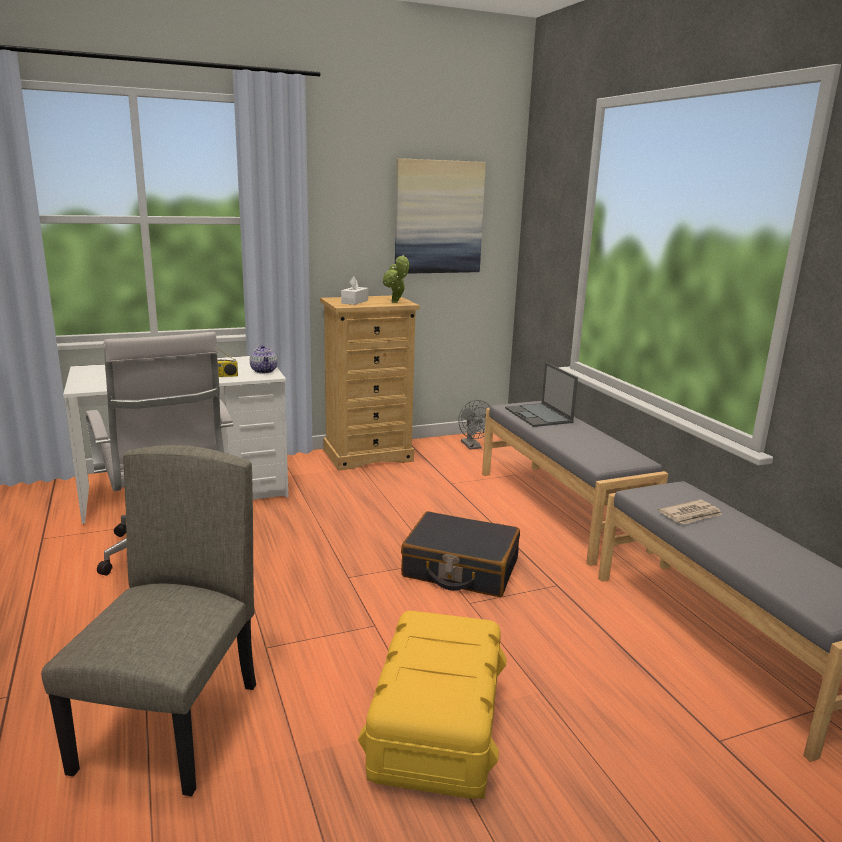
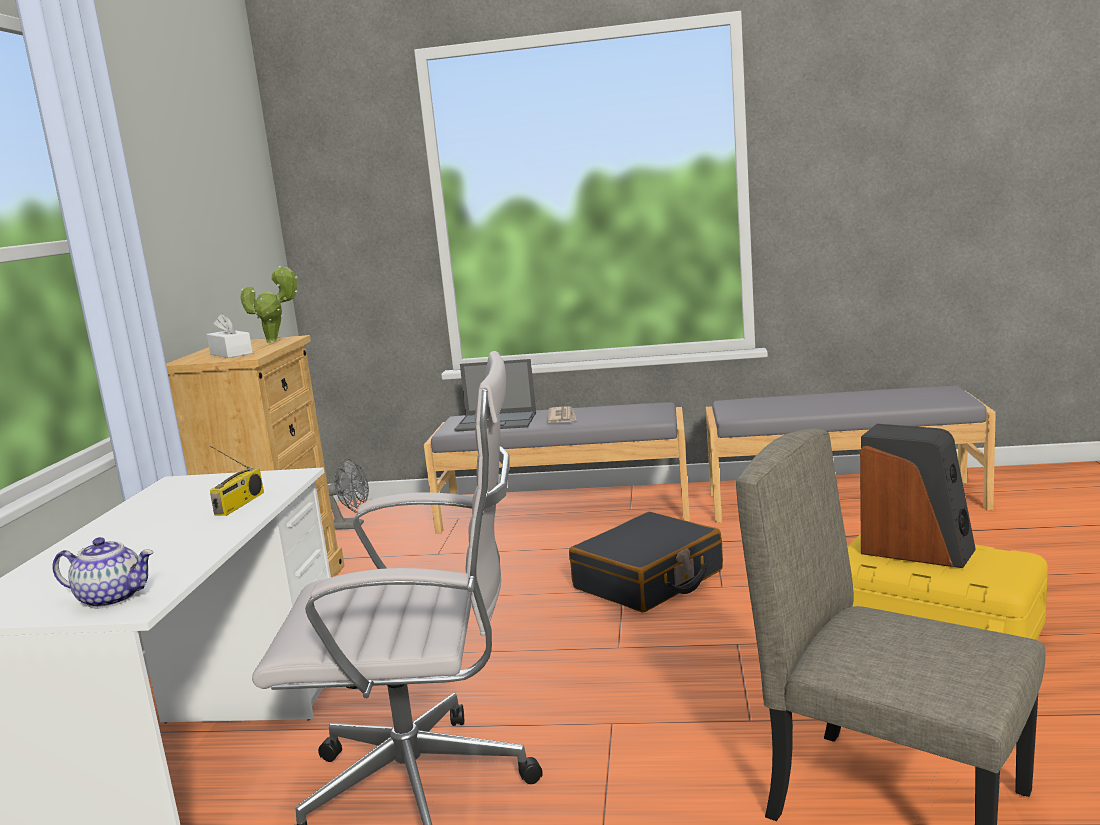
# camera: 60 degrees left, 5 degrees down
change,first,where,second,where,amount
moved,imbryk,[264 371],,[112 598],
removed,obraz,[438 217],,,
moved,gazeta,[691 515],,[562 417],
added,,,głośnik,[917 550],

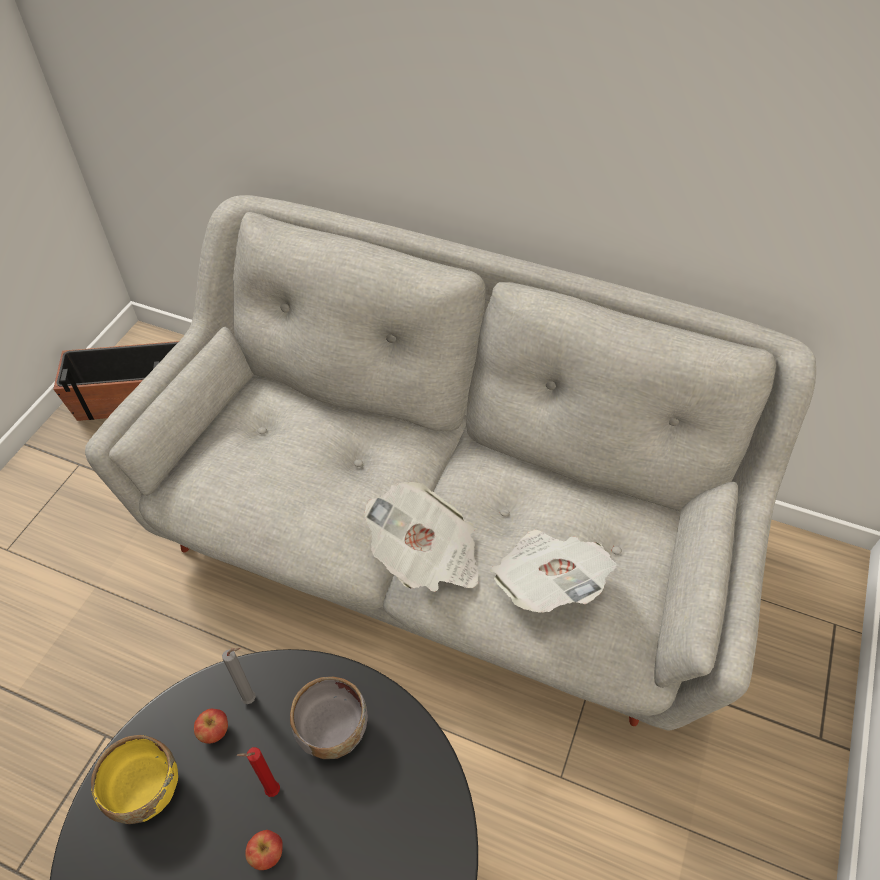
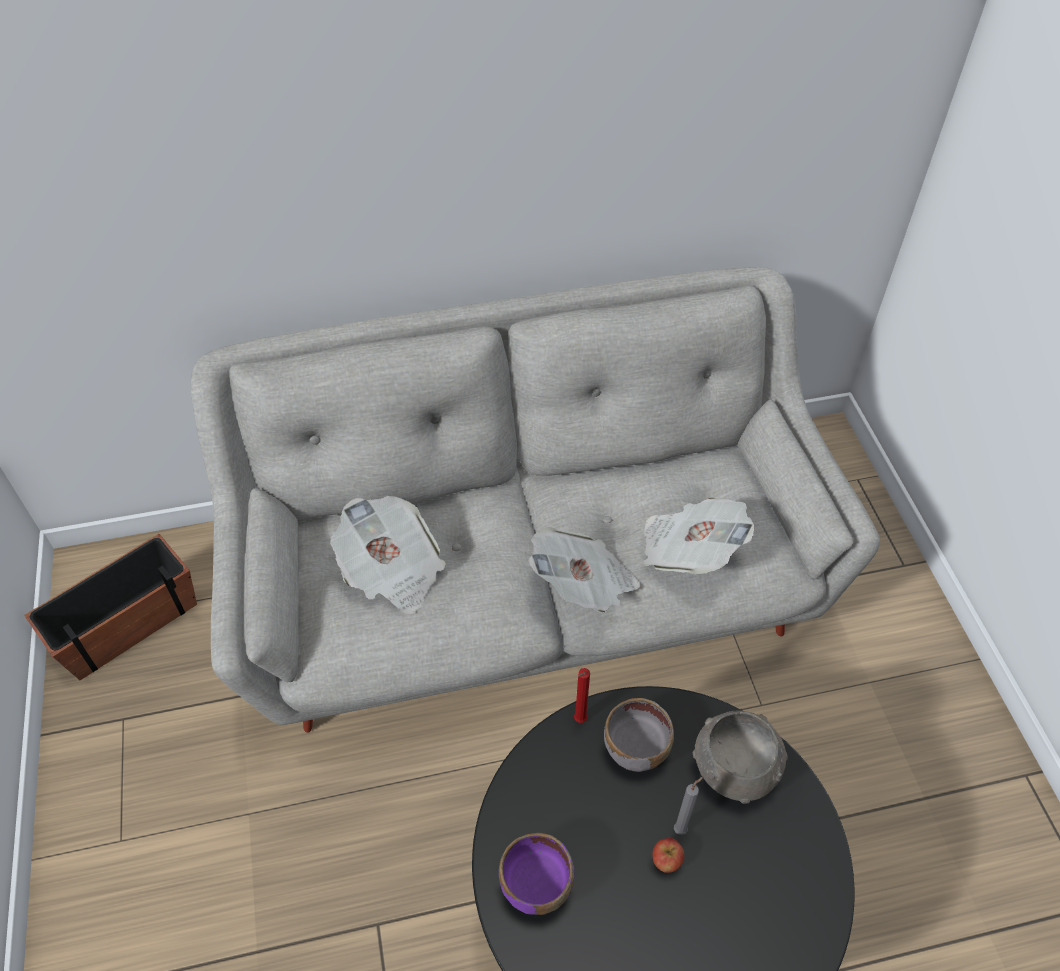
# camera: 35 degrees left, 0 degrees up
change,first,where,second,where,amount
recoloured,miska [żółty],[145 790],miska [fioletowy],[535 885],
removed,jabłko,[214 731],,,
moved,świeca [szary],[252 699],,[682 829],
moved,świeca [czerwony],[270 791],,[579 721],
added,,,gazeta,[392 571],
added,,,miska [szary],[735 767],

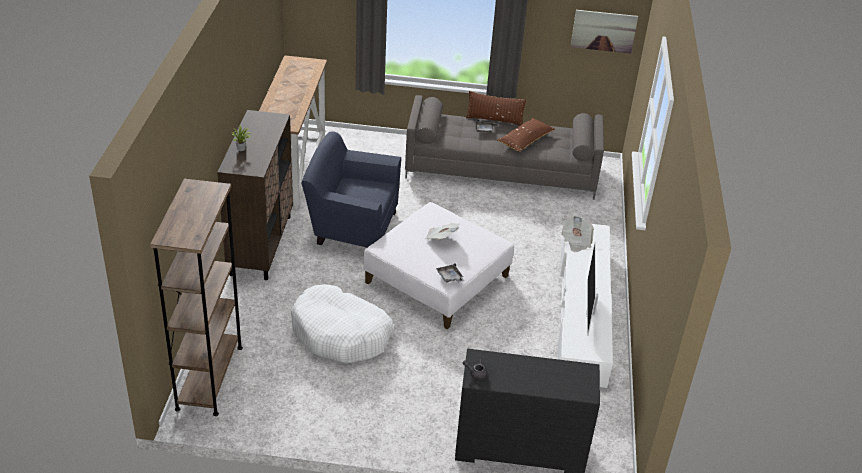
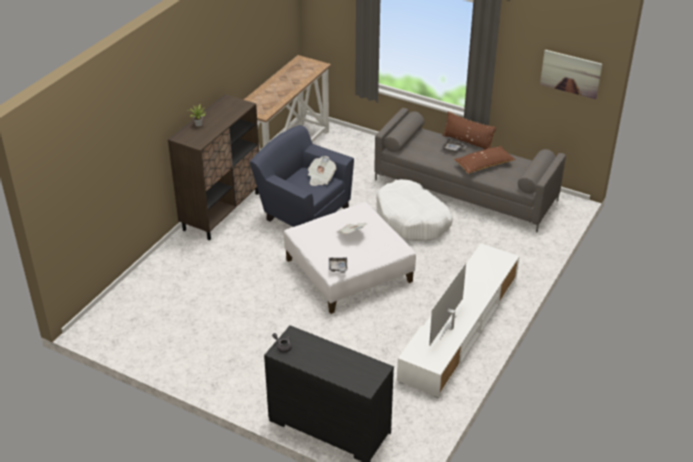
# camera: 25 degrees right, 0 degrees up
change,first,where,second,where,amount
removed,regał [brązowy],[209 377],,,
moved,legowisko [biały],[341 334],,[412 220],
moved,gazeta,[576 241],,[320 178],

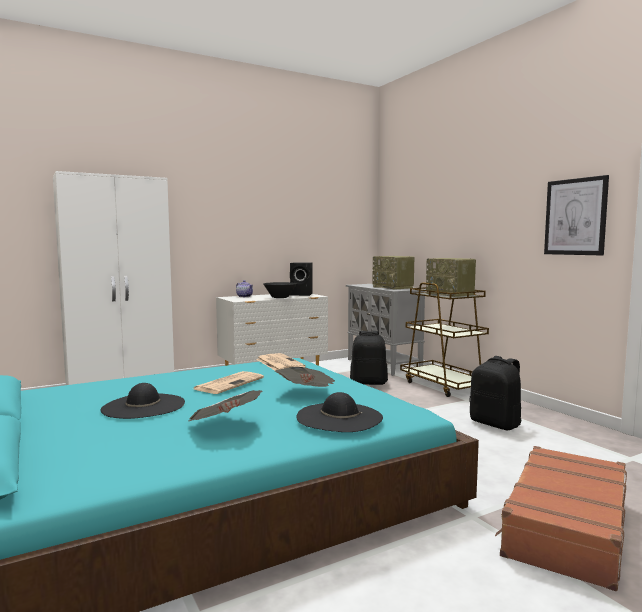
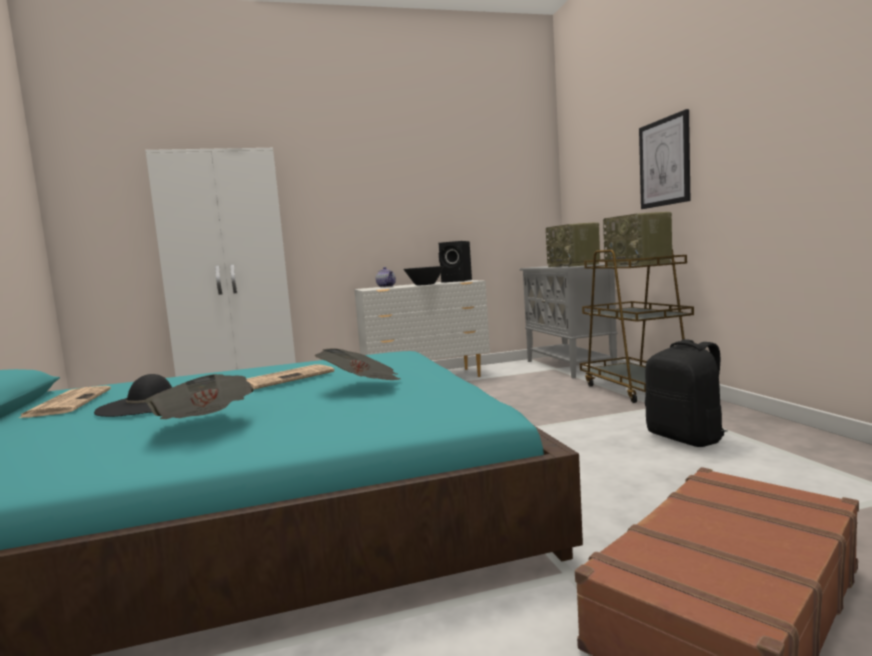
# camera: 15 degrees right, 0 degrees up
change,first,where,second,where,amount
moved,gazeta,[279 363],,[67 403],
removed,kapelusz [czarny],[339 417],,,
removed,plecak [czarny],[369 382],,,
moved,obraz,[575 217],,[664 162],

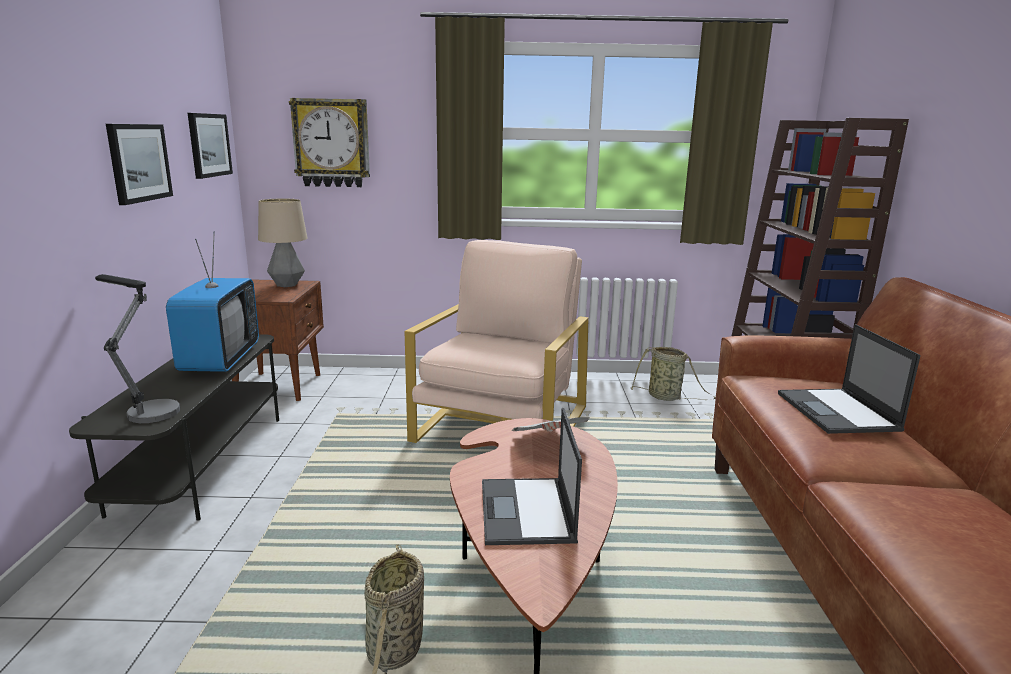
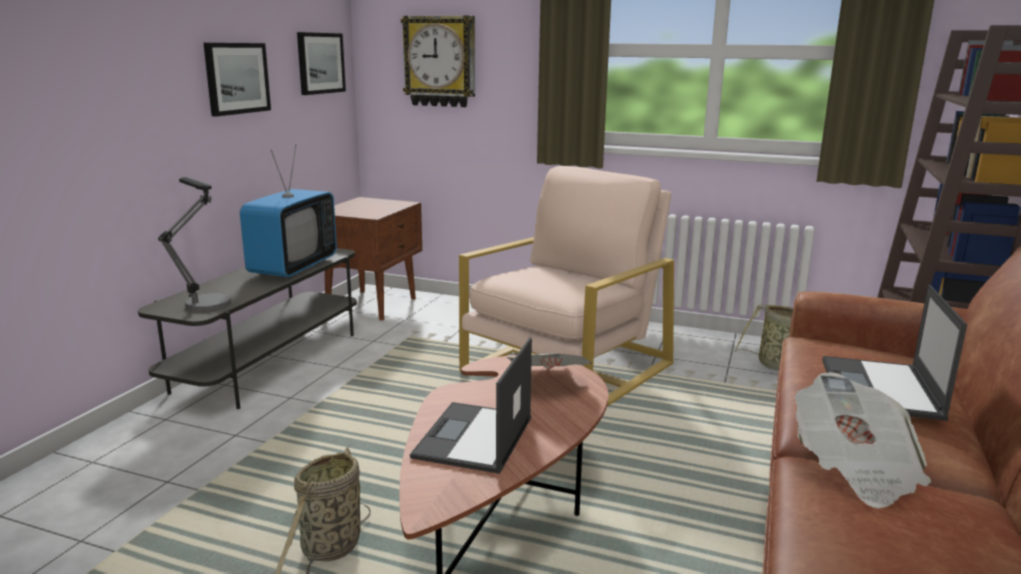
# camera: 20 degrees right, 0 degrees up
change,first,where,second,where,amount
removed,lampa stołowa,[287 285],,,
added,,,gazeta,[855 469],

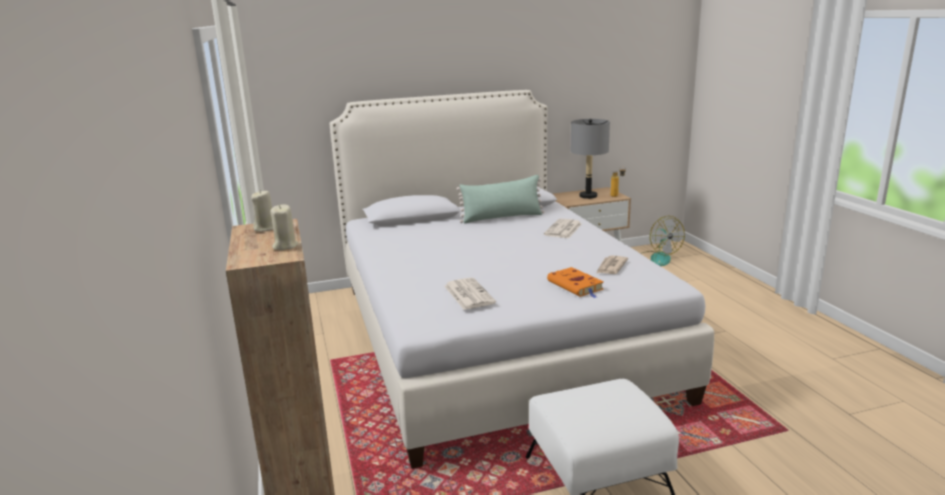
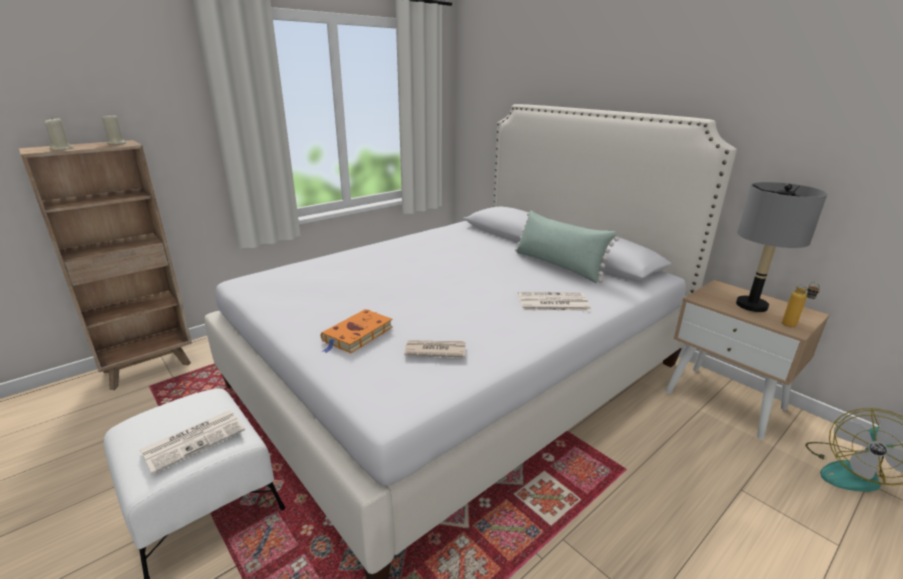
# camera: 65 degrees right, 5 degrees up
change,first,where,second,where,amount
moved,gazeta,[468 294],,[195 439],

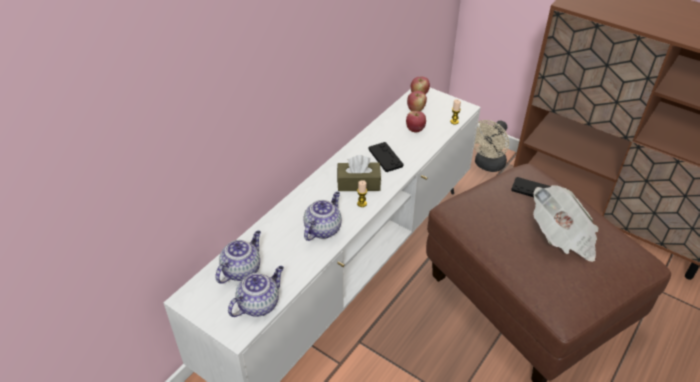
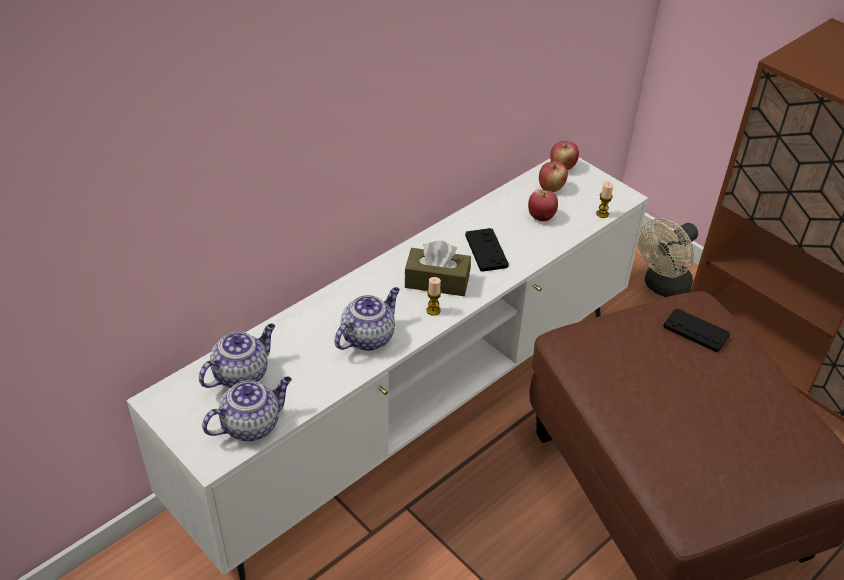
# camera: 10 degrees right, 0 degrees up
change,first,where,second,where,amount
removed,gazeta,[562 237],,,

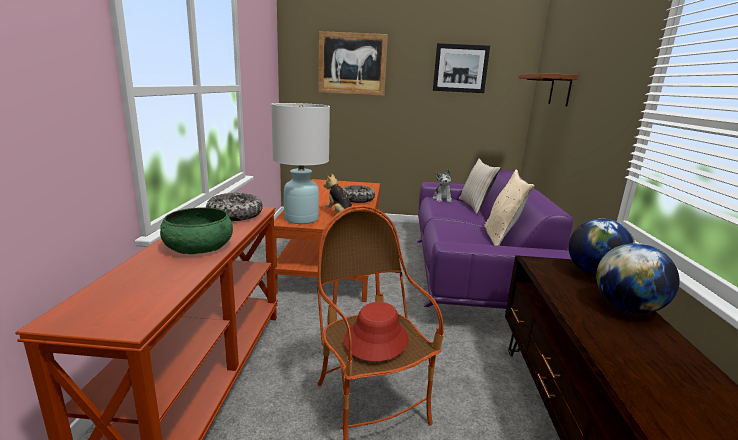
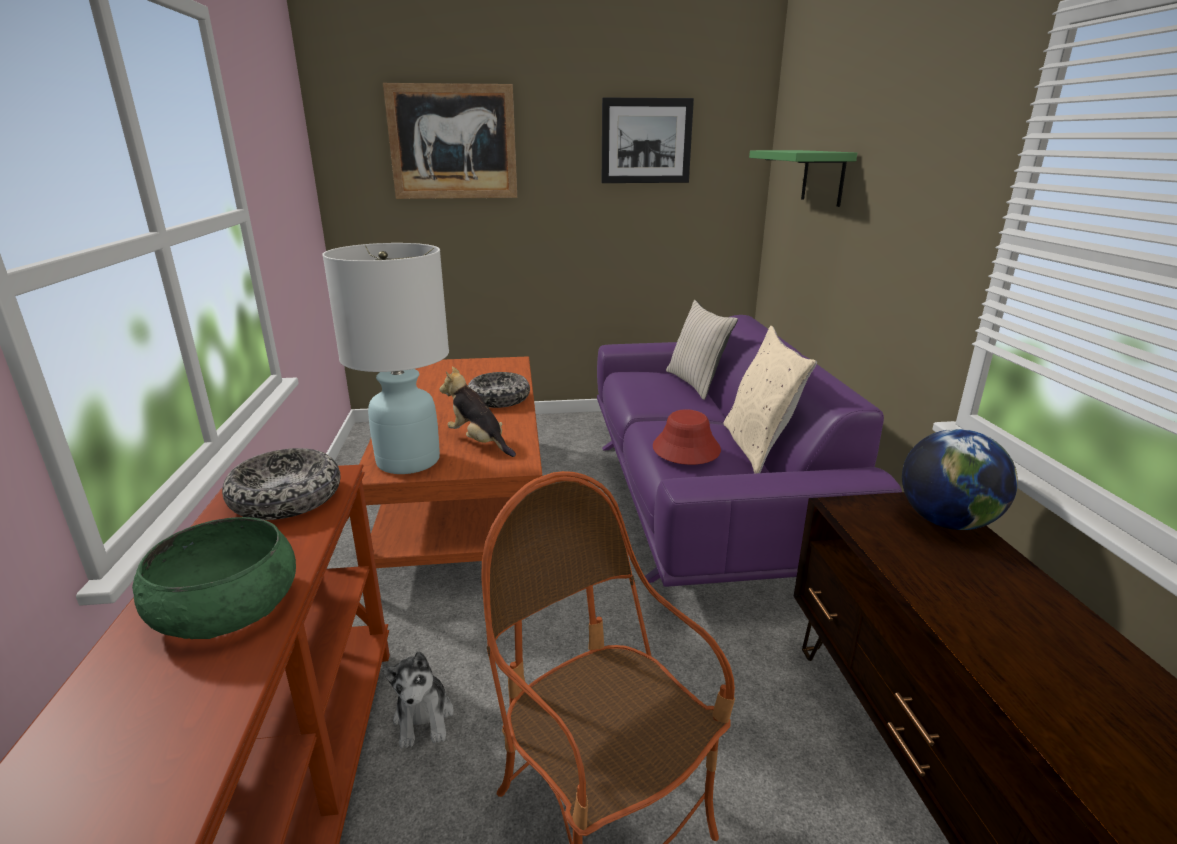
# camera: 10 degrees left, 5 degrees up
change,first,where,second,where,amount
moved,kapelusz [czerwony],[376 339],,[685 449],
moved,pluszak,[442 199],,[424 718],
recoloured,półka [brązowy],[560 90],półka [zielony],[823 177],
removed,globus,[627 308],,,

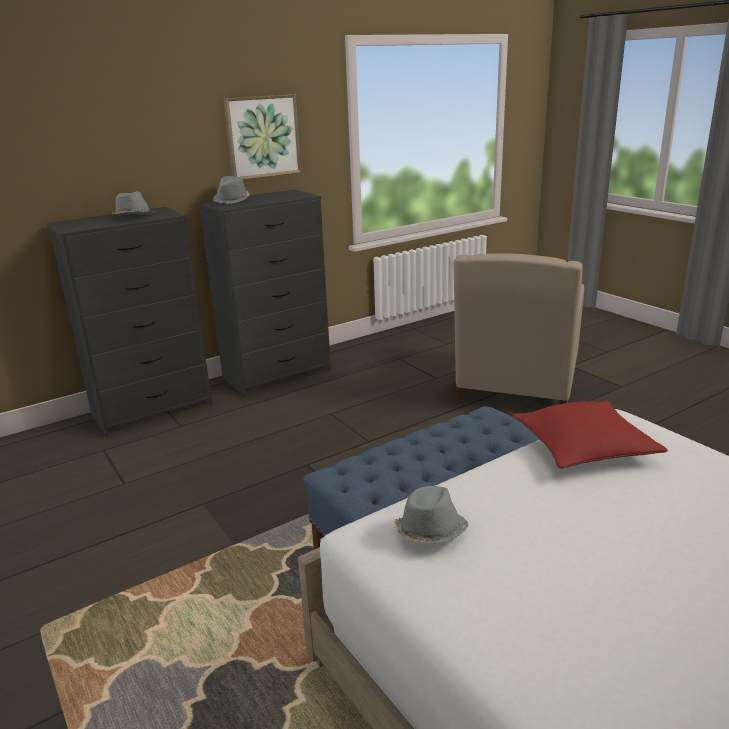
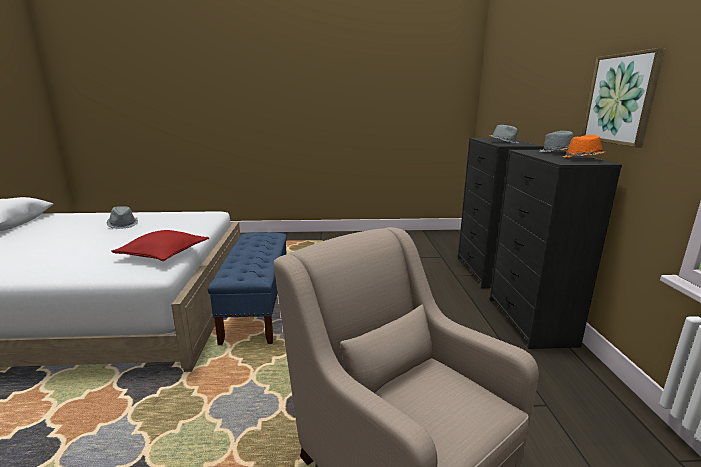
# camera: 120 degrees right, 5 degrees down
change,first,where,second,where,amount
moved,kapelusz [szary],[430 532],,[123 224],
added,,,kapelusz [pomarańczowy],[582 159],

